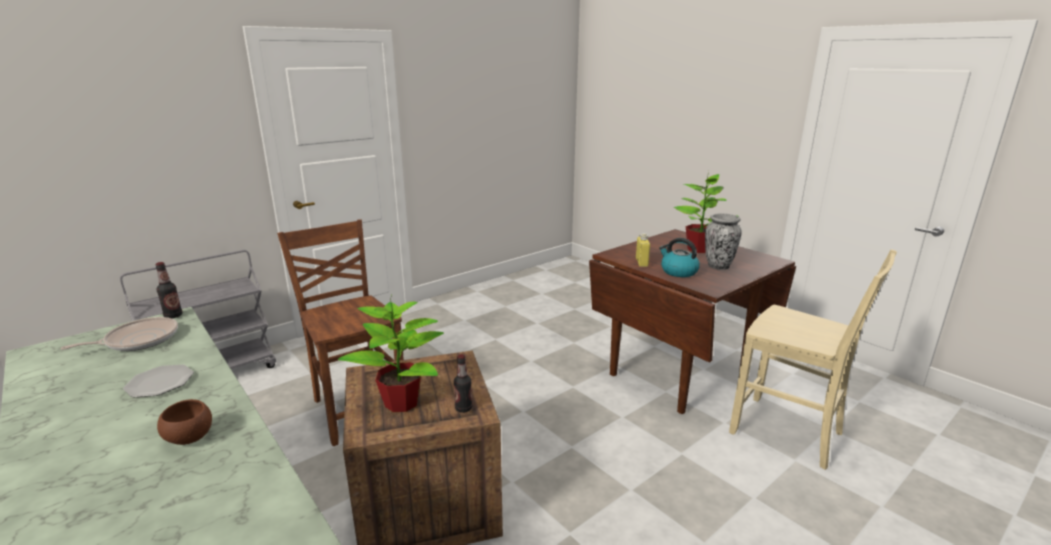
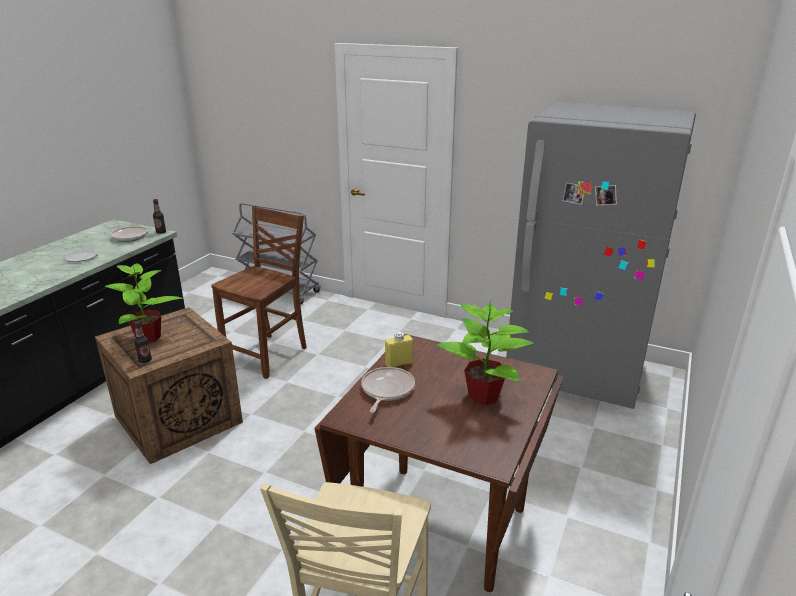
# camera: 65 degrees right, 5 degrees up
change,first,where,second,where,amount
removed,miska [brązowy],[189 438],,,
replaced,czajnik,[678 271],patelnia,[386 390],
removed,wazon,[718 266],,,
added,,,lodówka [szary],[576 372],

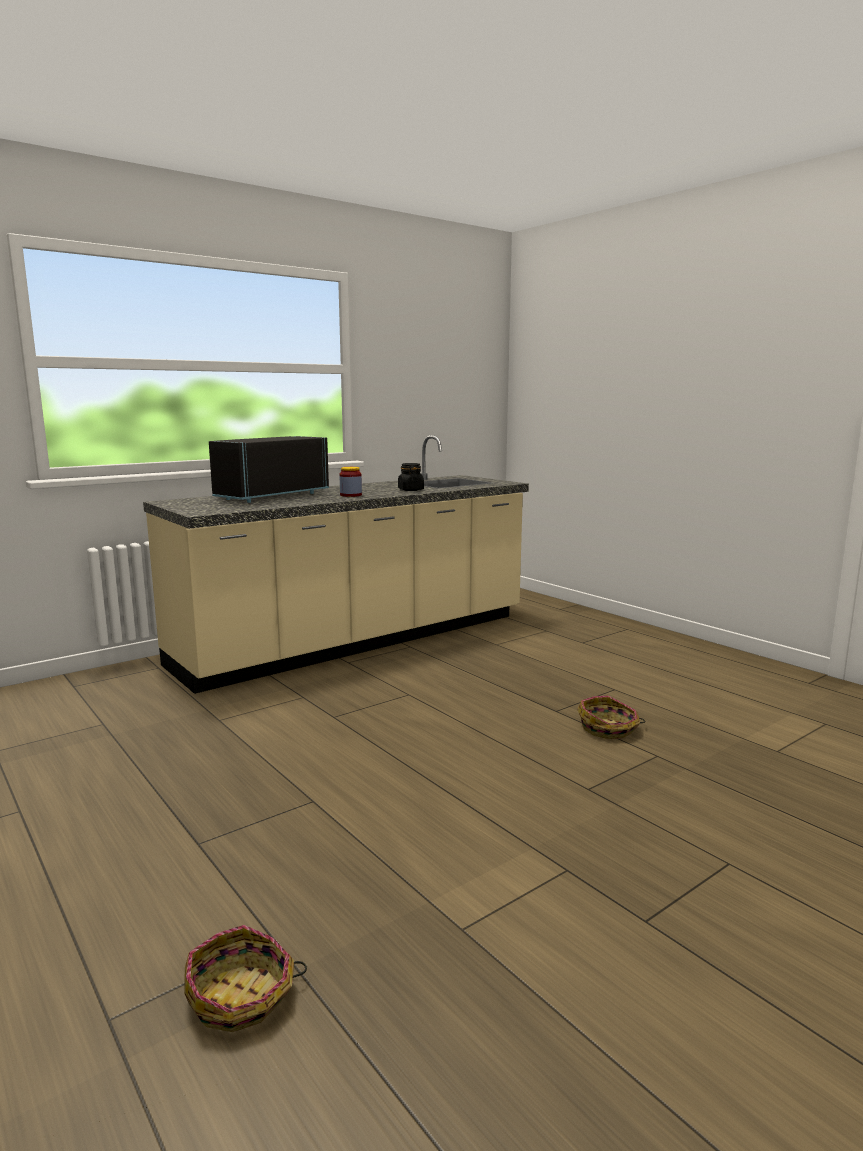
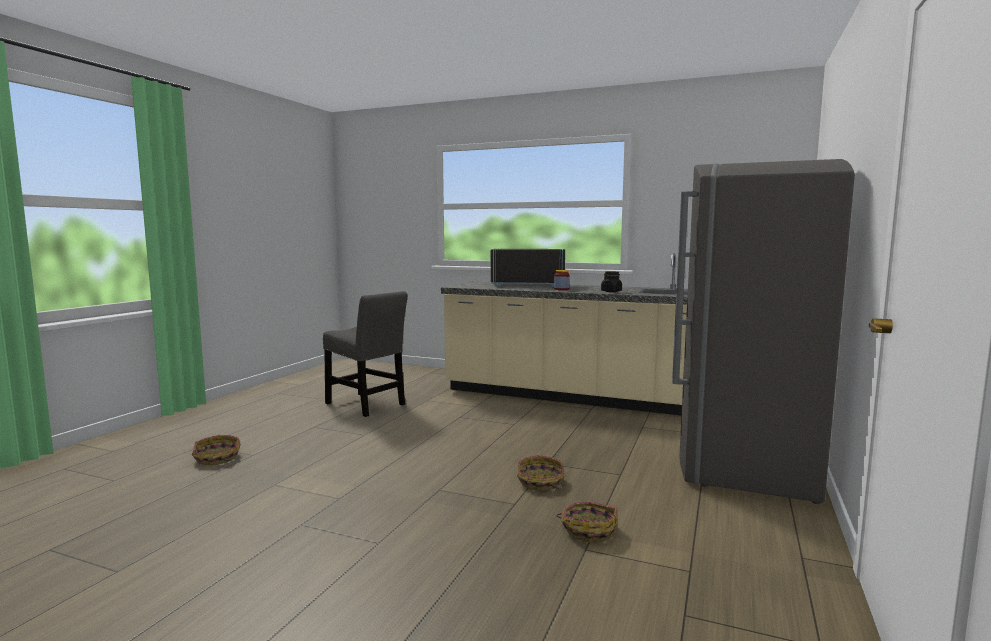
# camera: 60 degrees right, 5 degrees down
change,first,where,second,where,amount
added,,,krzesło [szary],[367 405],
added,,,koszyk,[589 530],
added,,,lodówka [szary],[746 465],

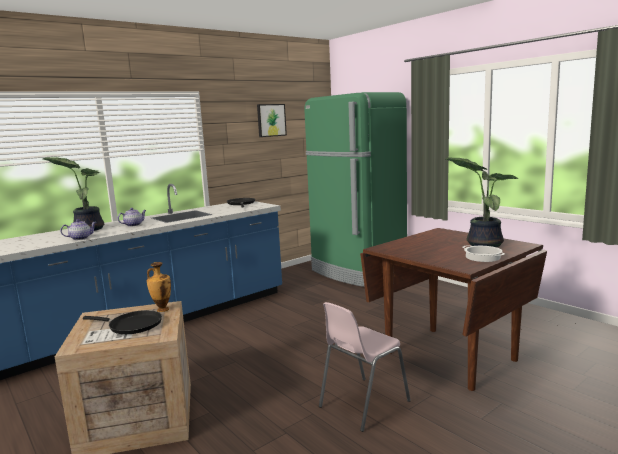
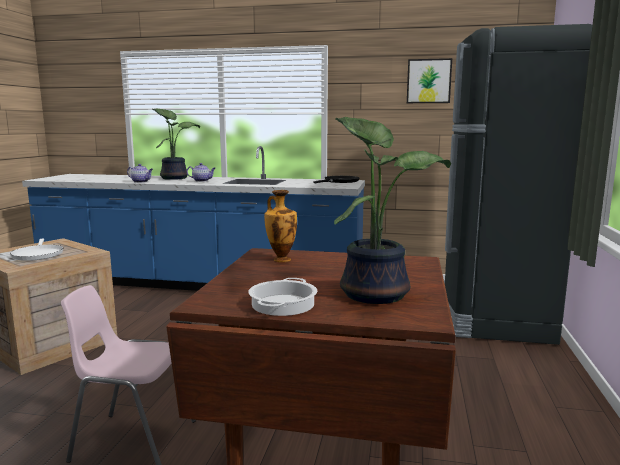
# camera: 50 degrees right, 0 degrees up
change,first,where,second,where,amount
recoloured,patelnia [czarny],[132 325],patelnia [biały],[38 254],
moved,wazon,[162 309],,[281 259],
recoloured,lodówka [zielony],[357 272],lodówka [czarny],[492 317],

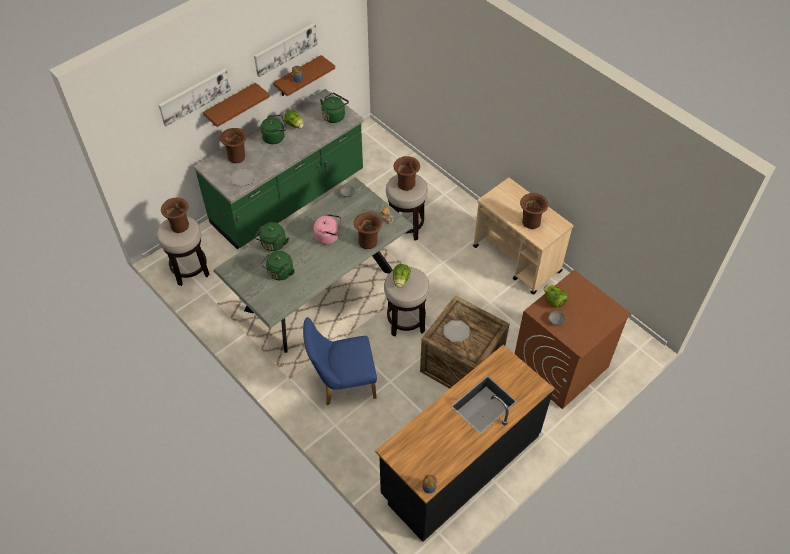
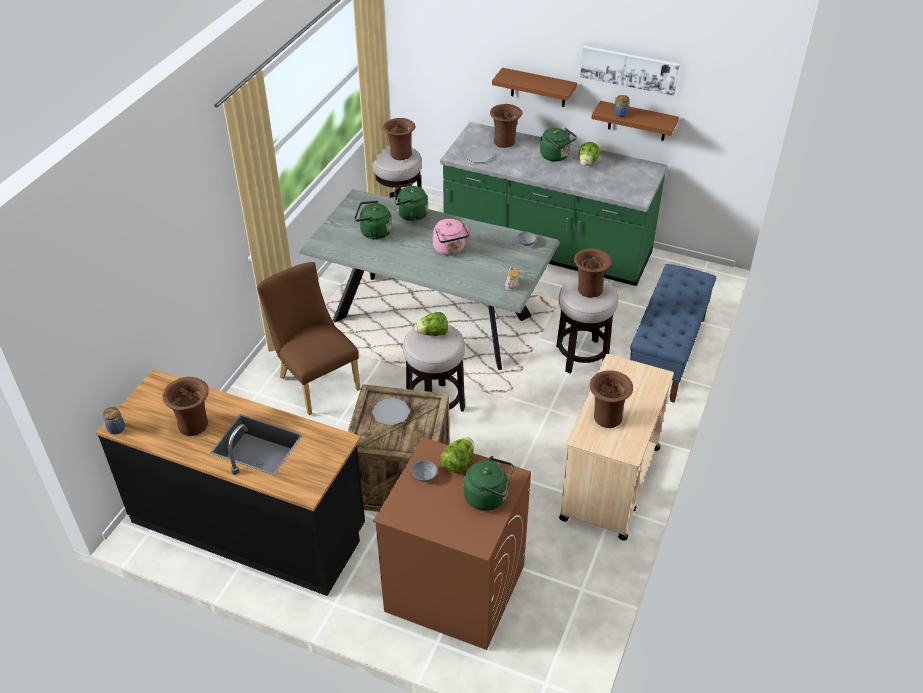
# camera: 65 degrees right, 10 degrees down
change,first,where,second,where,amount
removed,obraz,[194 96],,,
recoloured,krzesło [niebieski],[342 384],krzesło [brązowy],[315 380],
moved,czajnik [zielony],[334 116],,[488 497],
moved,wazon [brązowy],[368 242],,[194 425],
added,,,ławka [niebieski],[666 353],

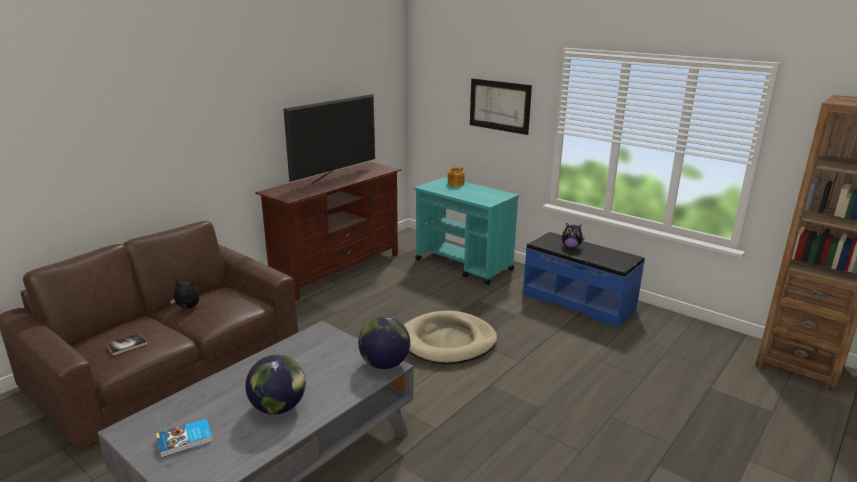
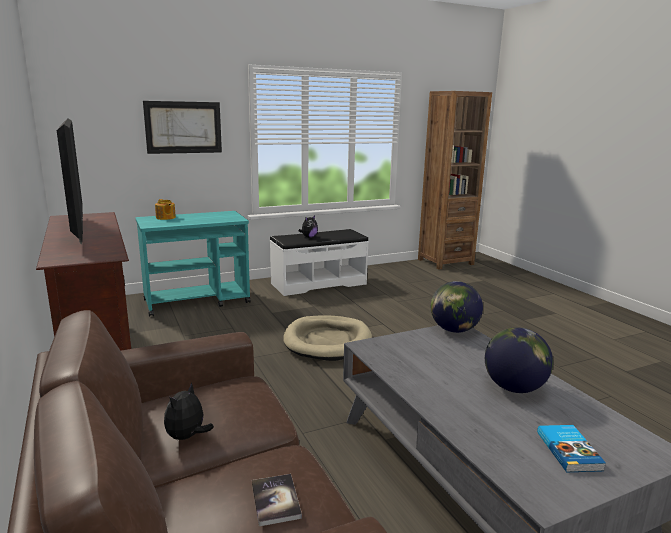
# camera: 65 degrees left, 5 degrees down
change,first,where,second,where,amount
recoloured,ławka [niebieski],[578 301],ławka [biały],[318 283],

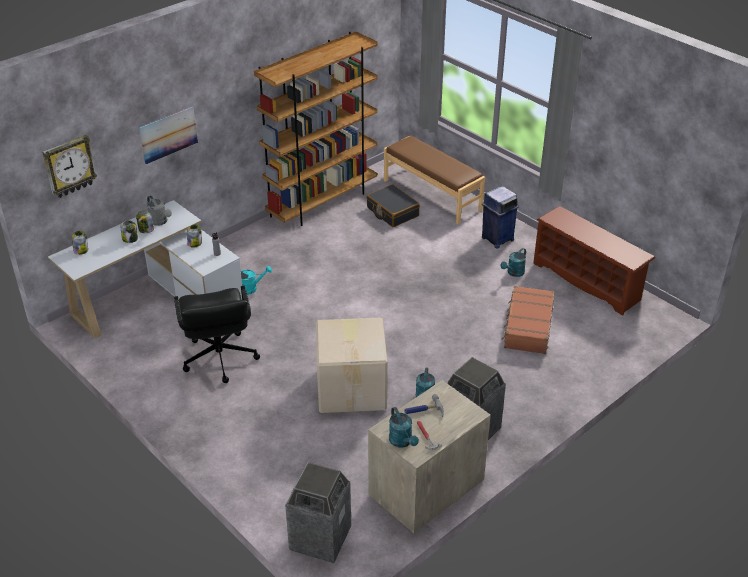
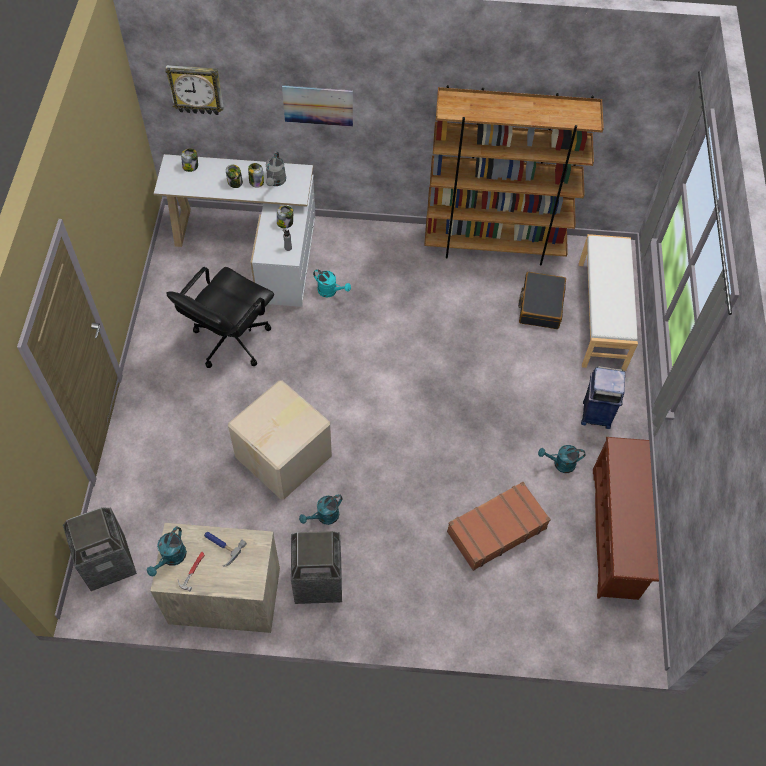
# camera: 45 degrees right, 20 degrees up
change,first,where,second,where,amount
recoloured,ławka [brązowy],[432 195],ławka [biały],[602 315],

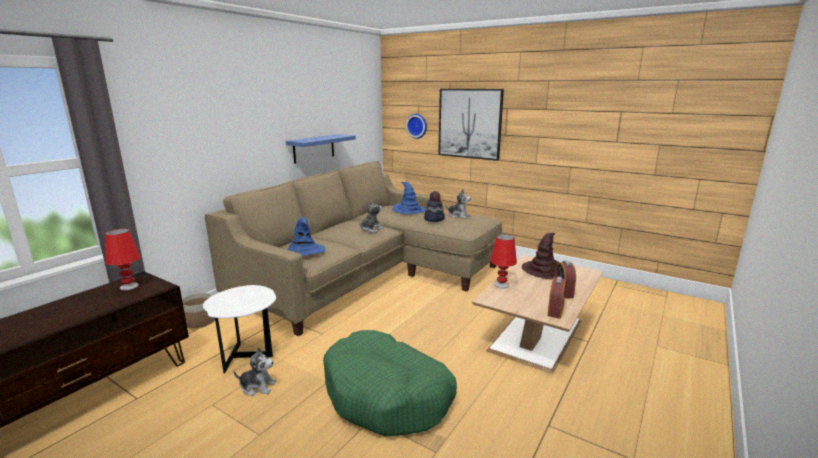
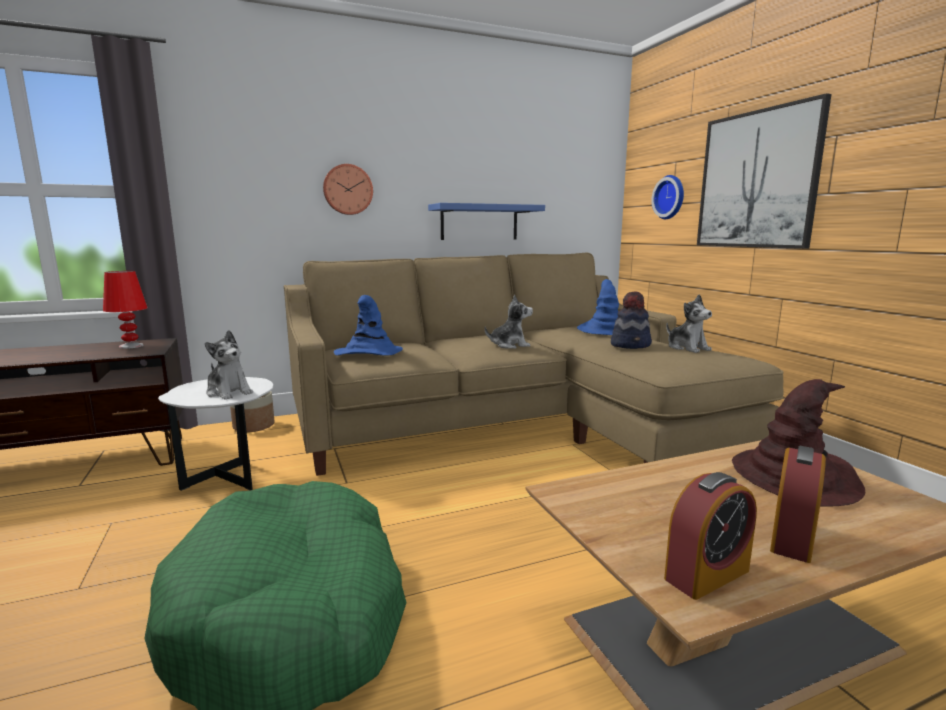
# camera: 35 degrees right, 5 degrees down
change,first,where,second,where,amount
moved,pluszak,[257 387],,[229 392],
removed,lampa stołowa [czerwony],[501 285],,,
added,,,zegar ścienny,[347 189],

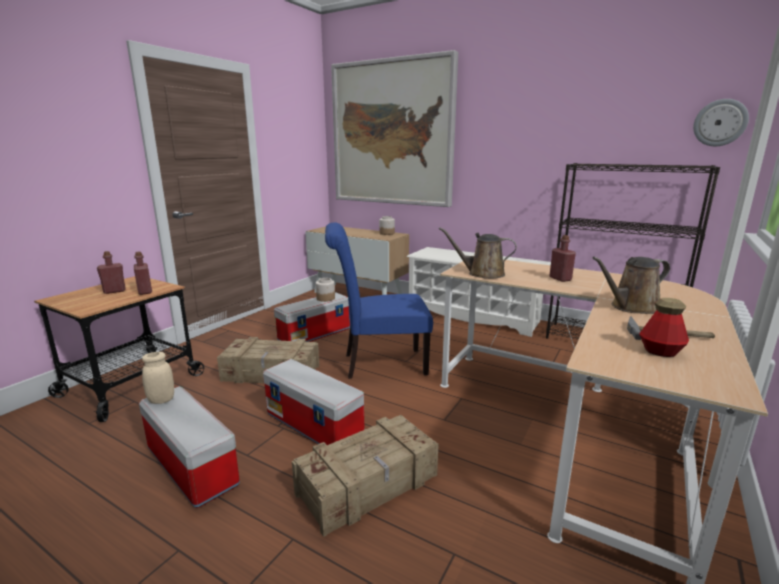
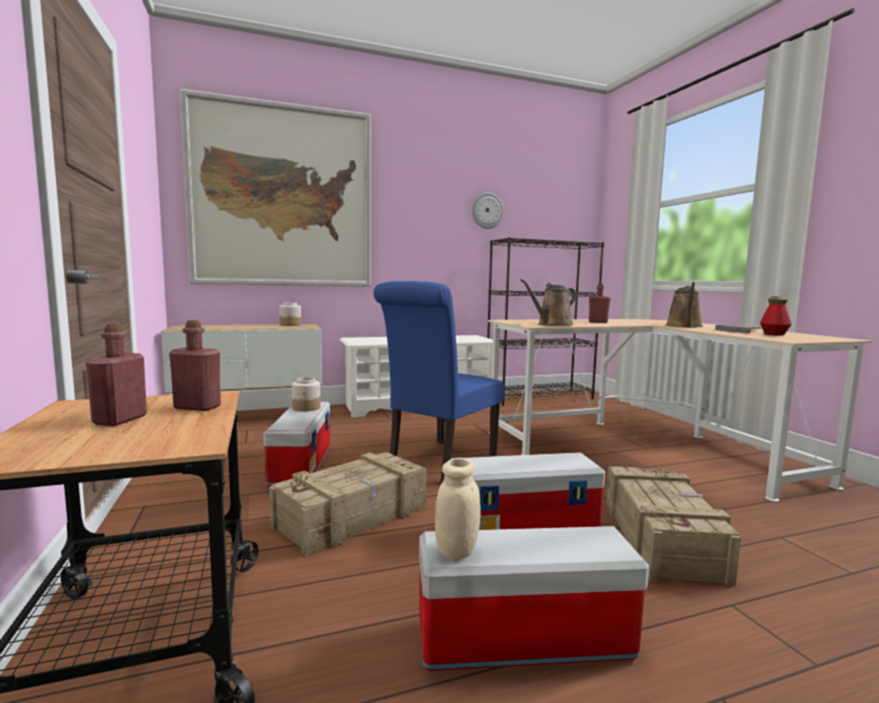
# camera: 50 degrees left, 10 degrees down
change,first,where,second,where,amount
moved,zegar ścienny,[720 123],,[487 210],

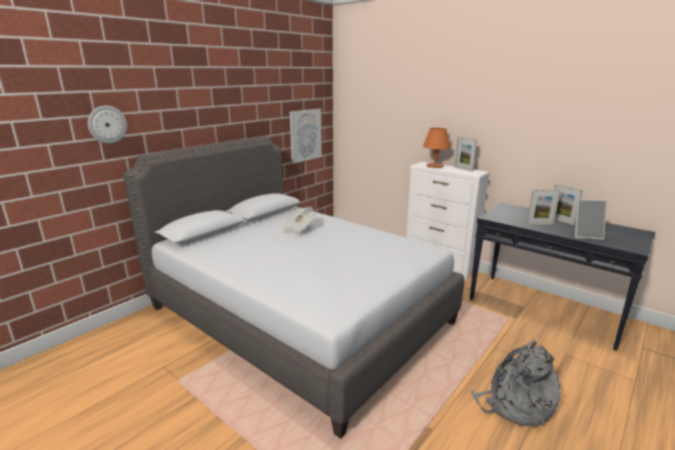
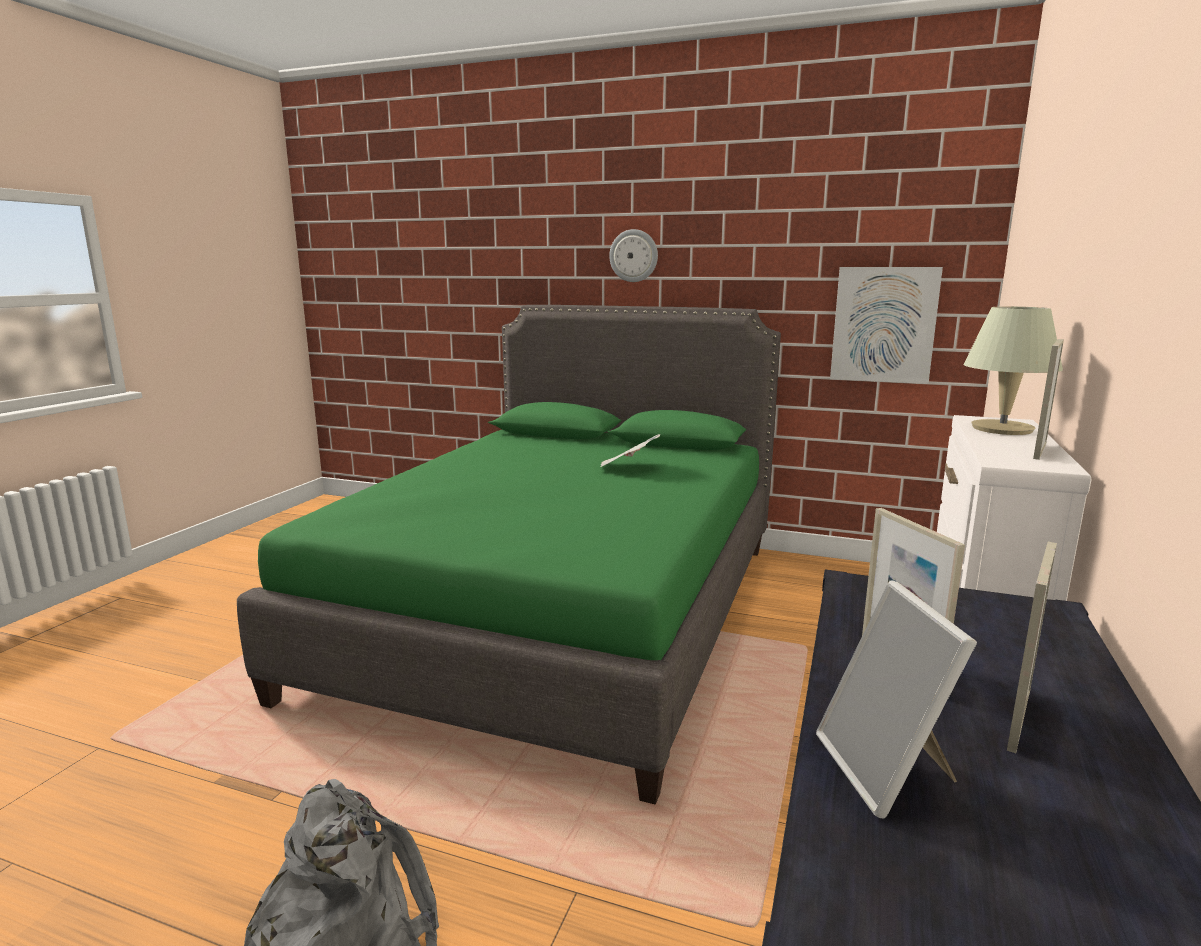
# camera: 70 degrees right, 5 degrees down
change,first,where,second,where,amount
moved,zegar ścienny,[107 124],,[634 256],
recoloured,łóżko [szary],[299 315],łóżko [zielony],[562 612],
recoloured,lampa stołowa [pomarańczowy],[434 166],lampa stołowa [beżowy],[1001 429],

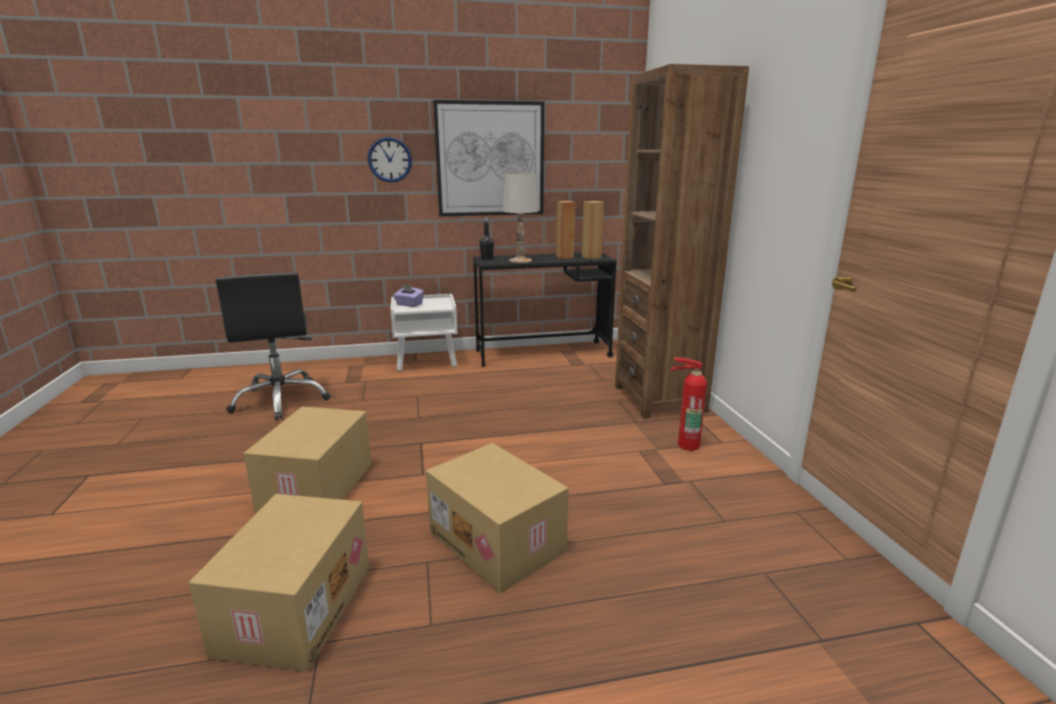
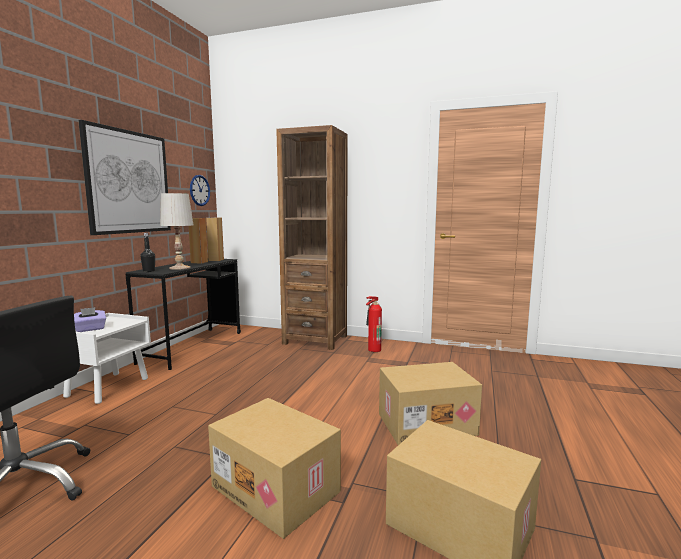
# camera: 60 degrees left, 10 degrees down
change,first,where,second,where,amount
moved,zegar ścienny,[390 159],,[199 190],

